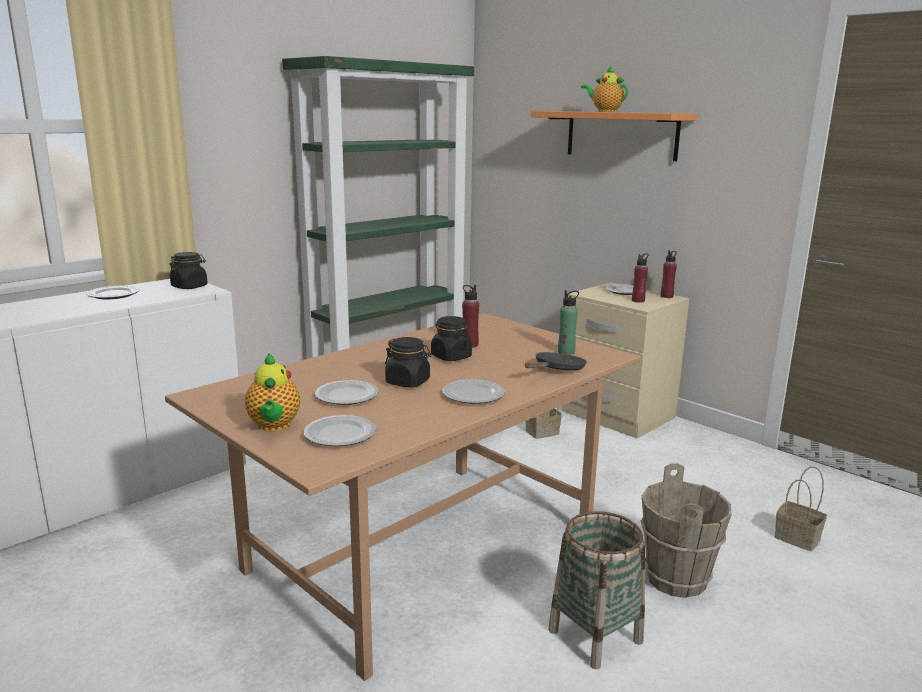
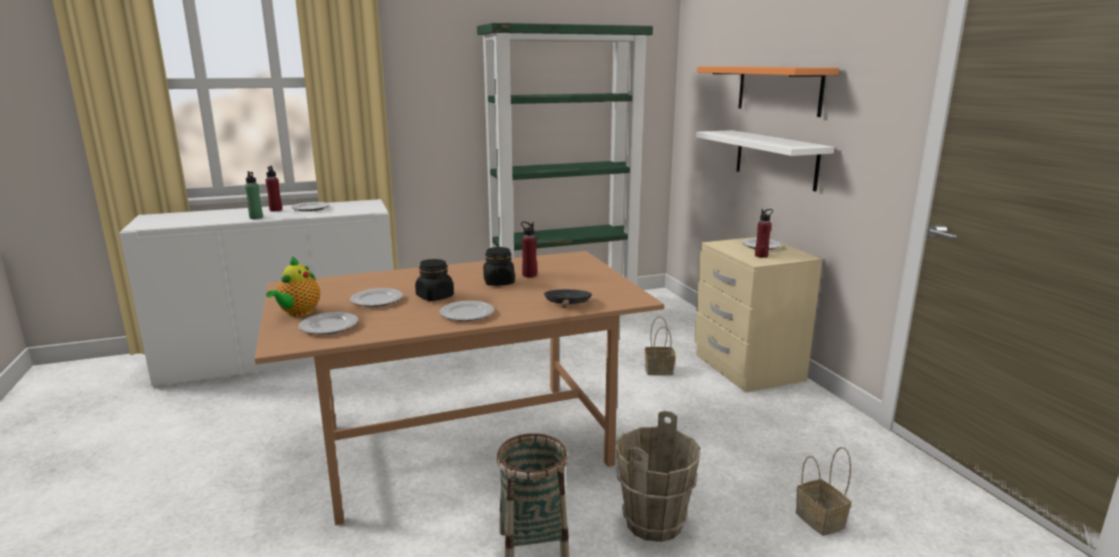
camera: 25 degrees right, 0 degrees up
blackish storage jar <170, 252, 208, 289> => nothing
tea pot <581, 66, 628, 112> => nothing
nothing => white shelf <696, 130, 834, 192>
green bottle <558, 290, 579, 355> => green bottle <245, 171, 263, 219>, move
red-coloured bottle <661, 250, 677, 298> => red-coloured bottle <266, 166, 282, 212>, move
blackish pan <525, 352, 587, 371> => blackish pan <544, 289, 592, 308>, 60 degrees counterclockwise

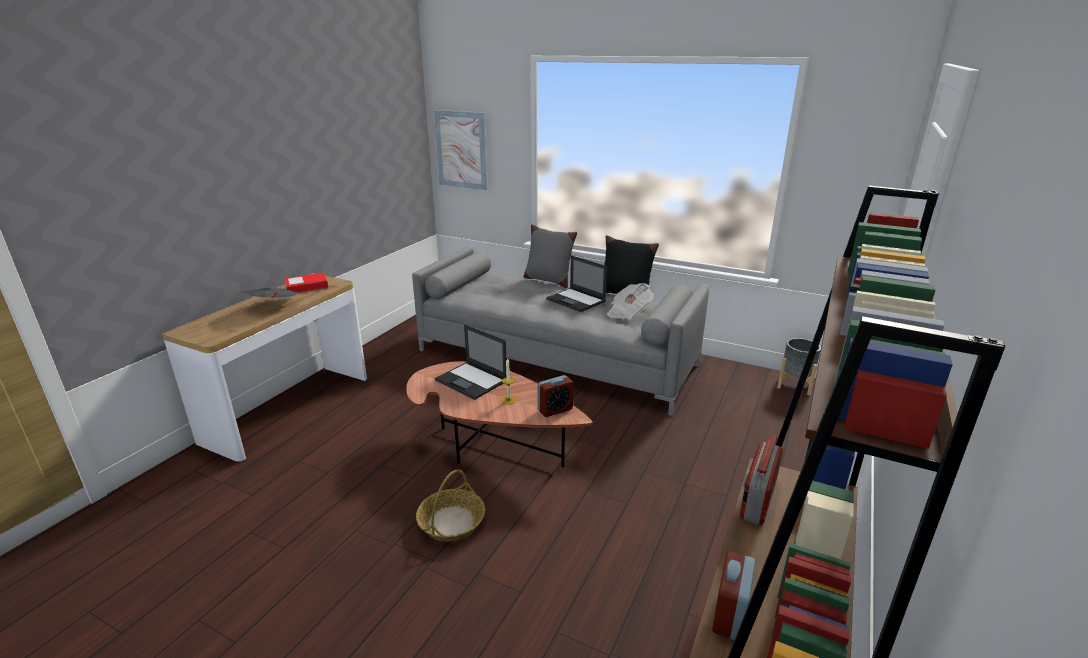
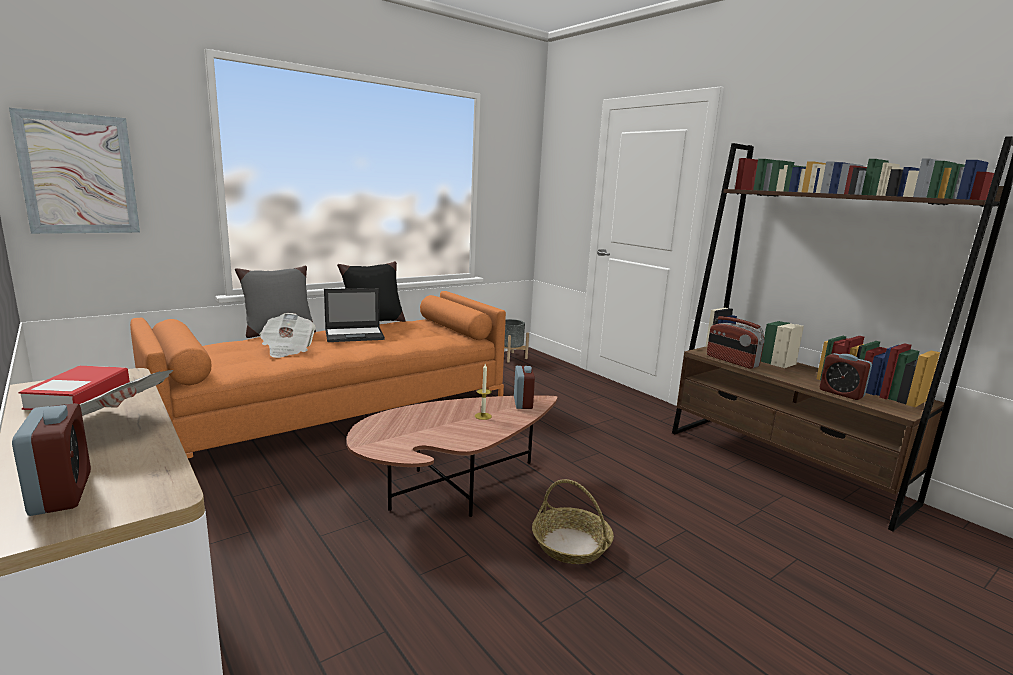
camera: 65 degrees left, 10 degrees down
laptop <435, 324, 506, 400> => nothing
nothing => alarm clock <12, 403, 91, 516>
newspaper <607, 283, 654, 320> => newspaper <259, 313, 316, 358>, move
gray couch <412, 246, 709, 416> => orange-coloured couch <130, 291, 506, 458>

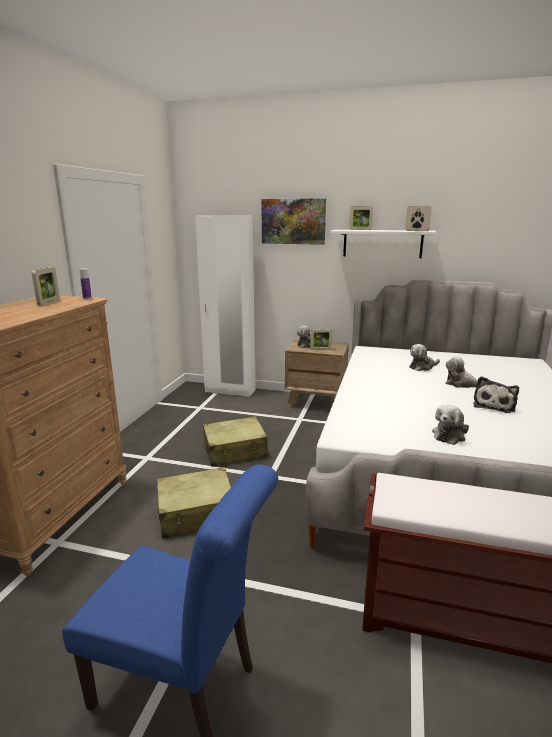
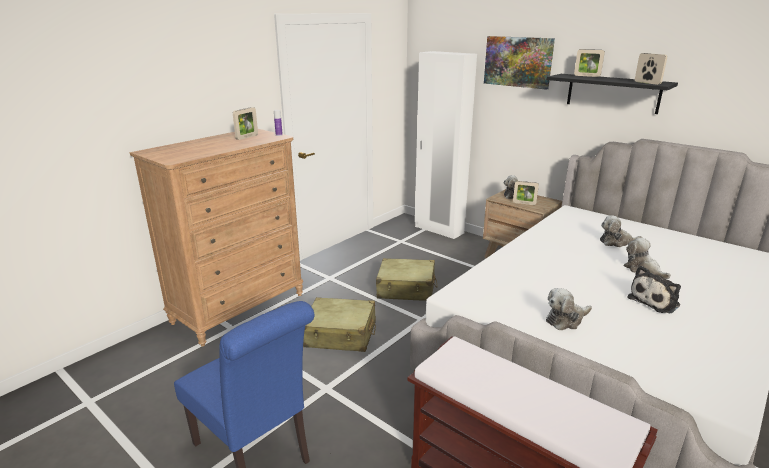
camera: 25 degrees right, 5 degrees up
white shelf <330, 230, 437, 258> => blackish shelf <546, 74, 678, 114>

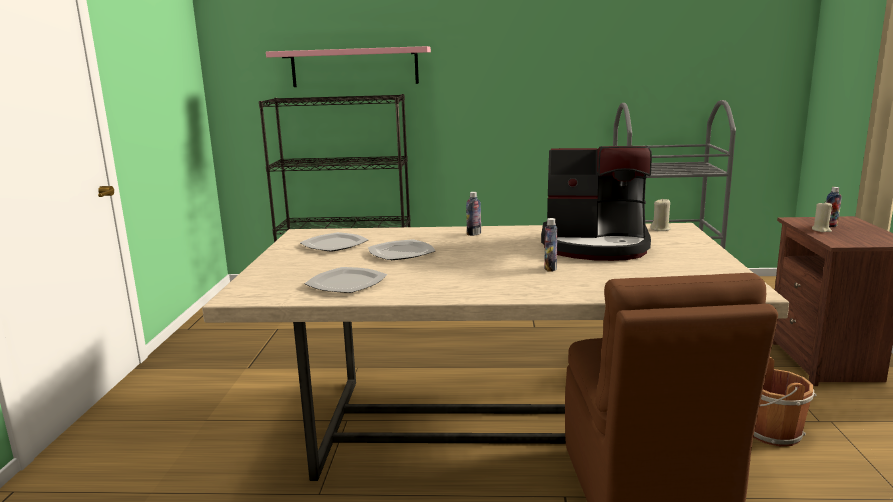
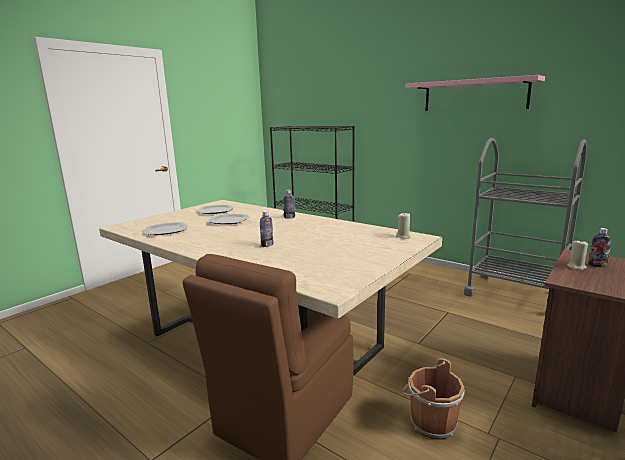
camera: 35 degrees right, 0 degrees up
coffee maker <541, 146, 652, 261> => nothing
pinkish shelf <266, 46, 431, 87> => pinkish shelf <405, 75, 545, 111>, move

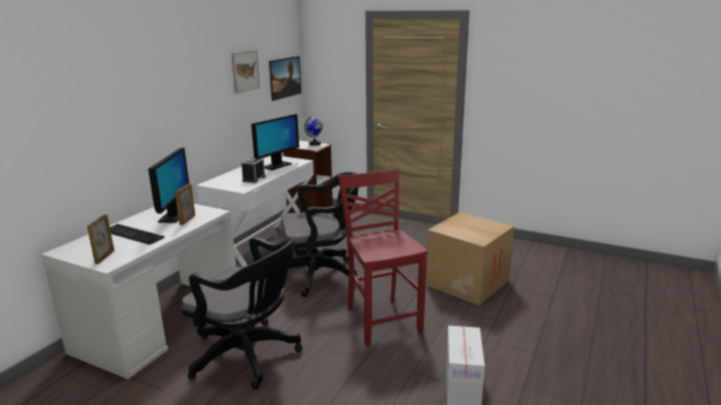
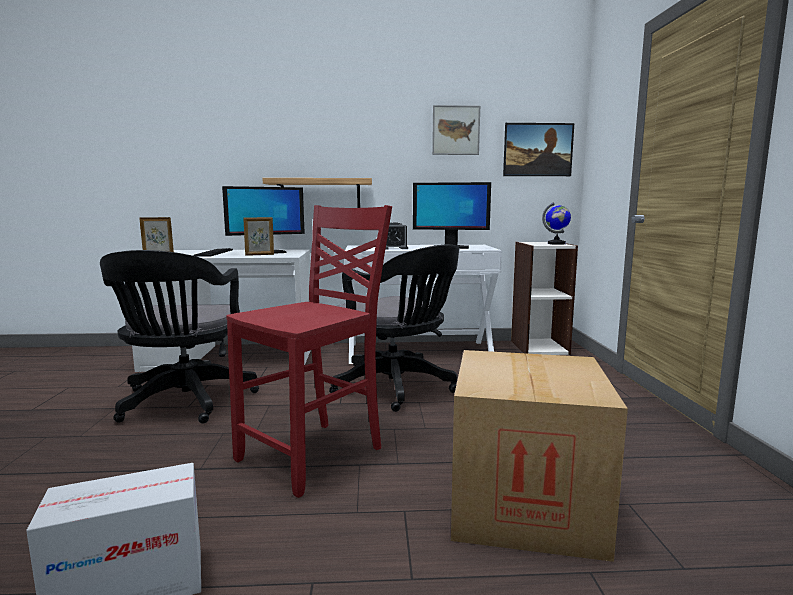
camera: 60 degrees right, 10 degrees down
nothing => shelf <263, 178, 372, 208>

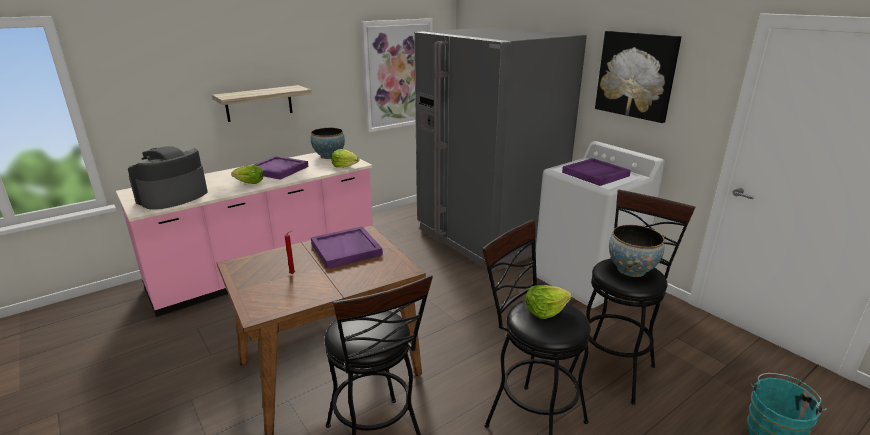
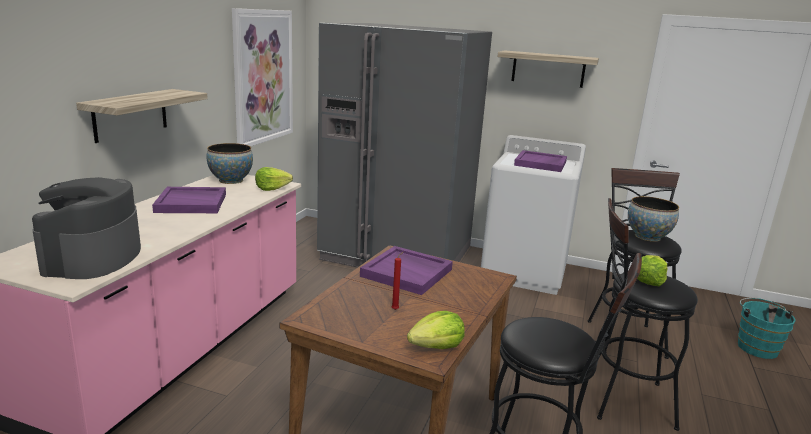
camera: 35 degrees left, 5 degrees down
lettuce head <231, 165, 264, 184> => lettuce head <407, 311, 465, 349>, move
wall art <595, 31, 681, 123> => shelf <497, 50, 599, 88>

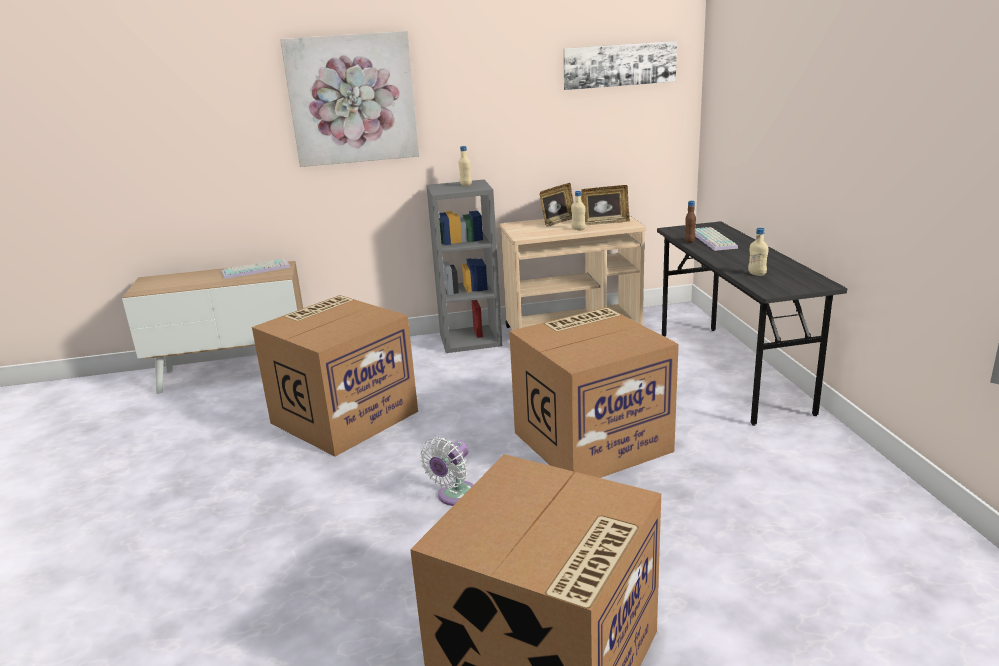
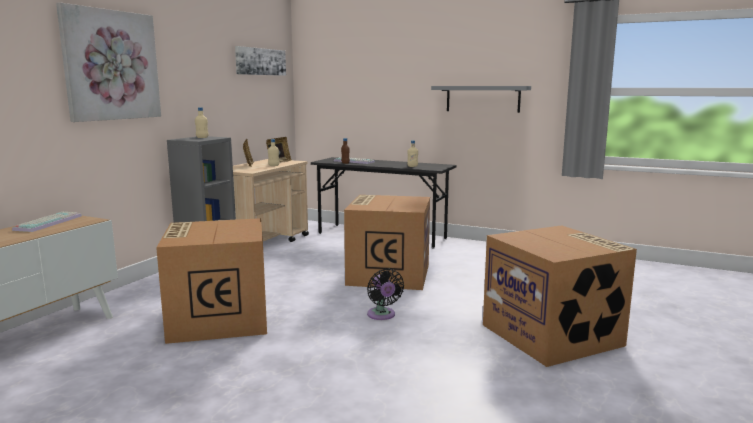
camera: 55 degrees left, 10 degrees down
nothing => gray shelf <431, 86, 531, 113>
white cooling fan <420, 437, 474, 506> => blackish cooling fan <367, 268, 404, 320>

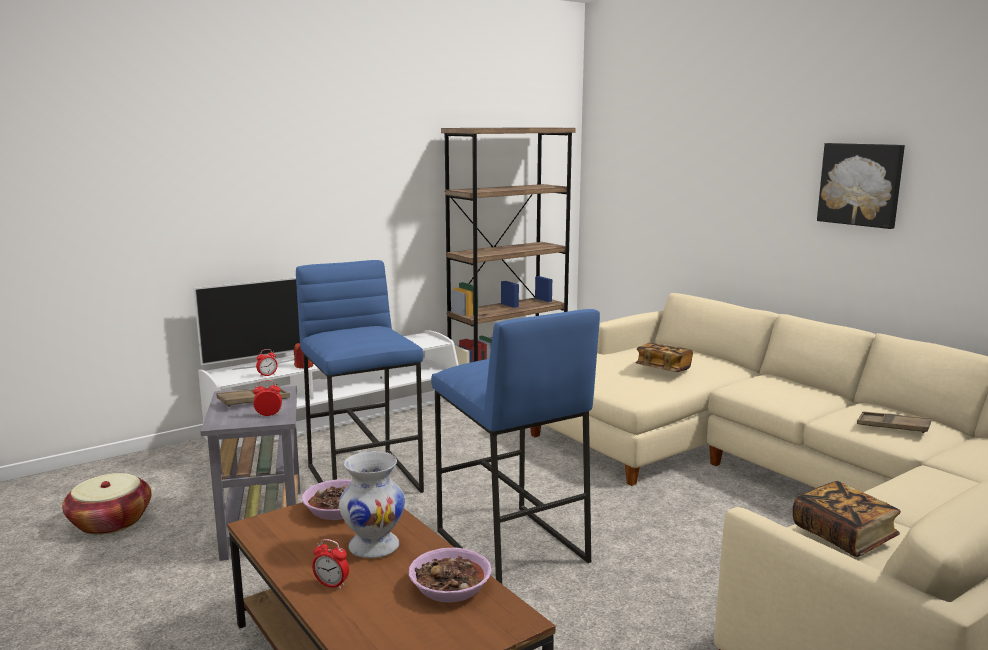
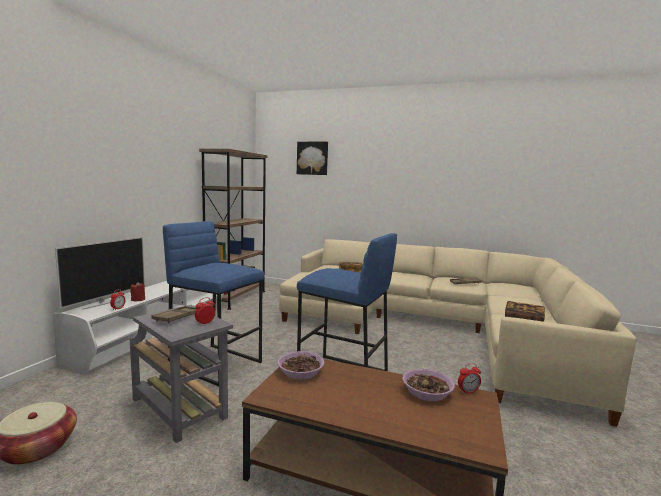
camera: 35 degrees left, 5 degrees down
white decorative vase <339, 451, 405, 558> => nothing
alarm clock <312, 539, 349, 589> => alarm clock <458, 363, 481, 394>, move
wall art <817, 143, 905, 229> => wall art <297, 142, 328, 175>, move

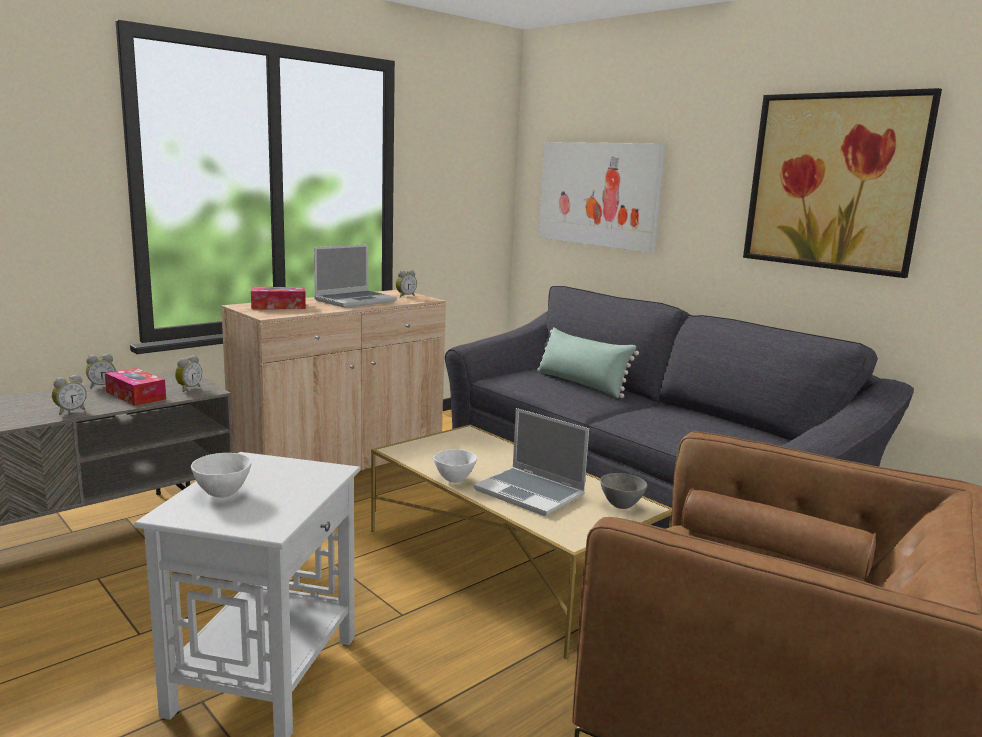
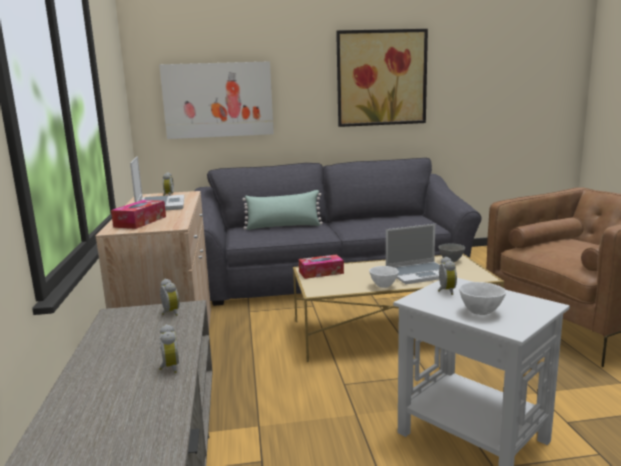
camera: 55 degrees left, 0 degrees up
alarm clock <86, 354, 116, 389> => alarm clock <438, 257, 457, 295>, move
tissue holder <105, 368, 166, 406> => tissue holder <299, 254, 344, 279>, move

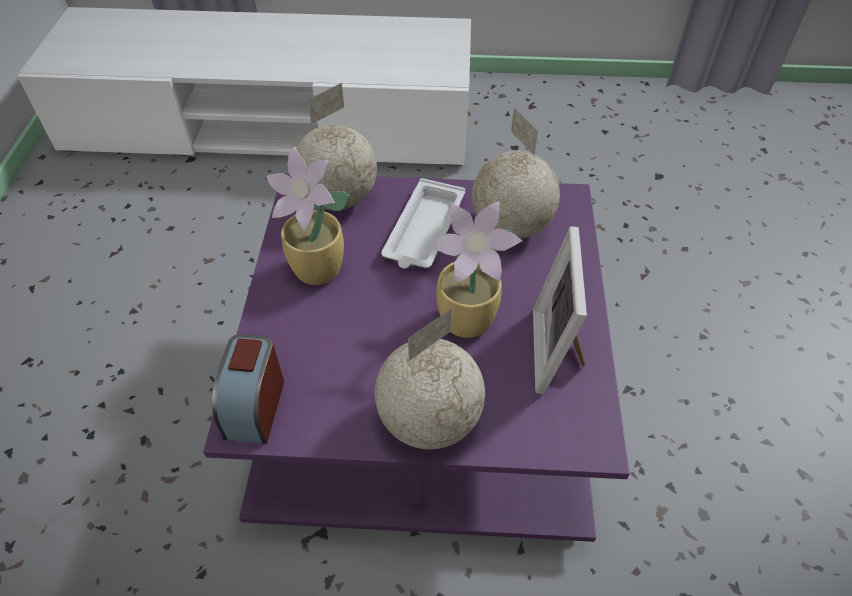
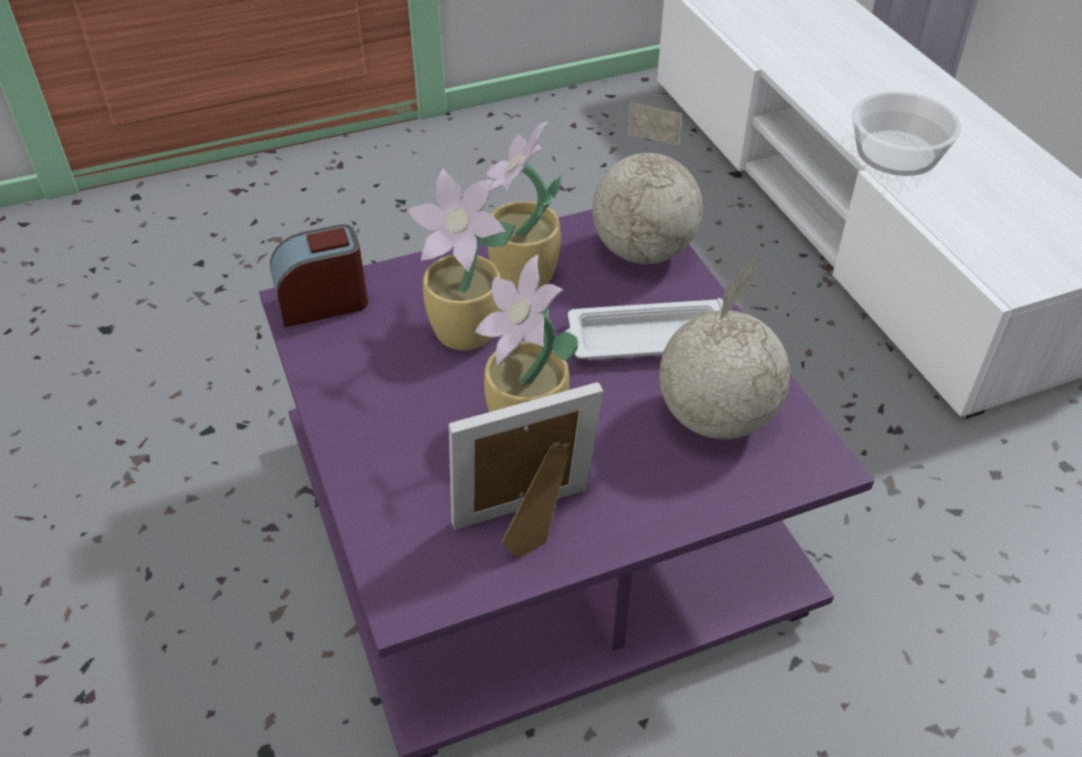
camera: 65 degrees right, 5 degrees down
globe <375, 308, 485, 450> => nothing
nothing => plant in a pot <408, 169, 516, 350>
nothing => serving bowl <852, 92, 961, 176>

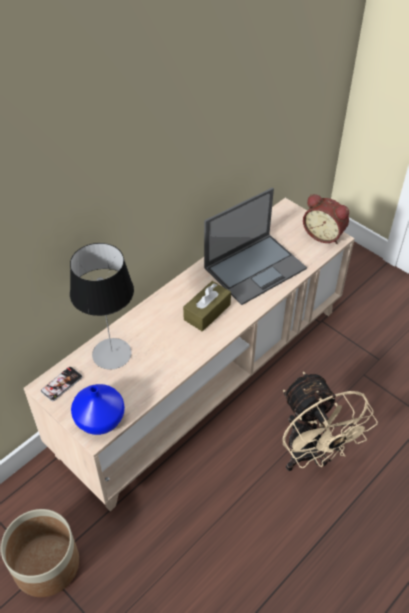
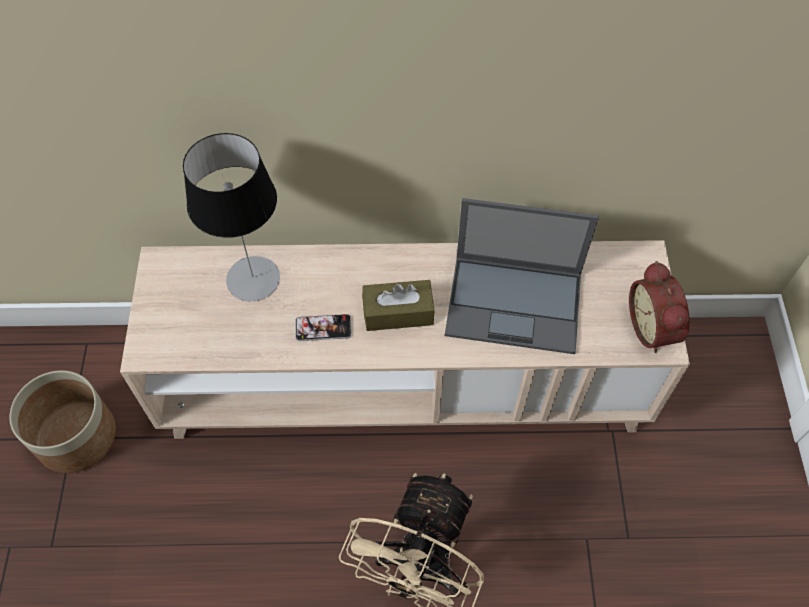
camera: 45 degrees right, 10 degrees up
blue decorative vase <71, 384, 125, 435> => nothing
handset <41, 367, 83, 401> => handset <295, 314, 352, 341>, move

